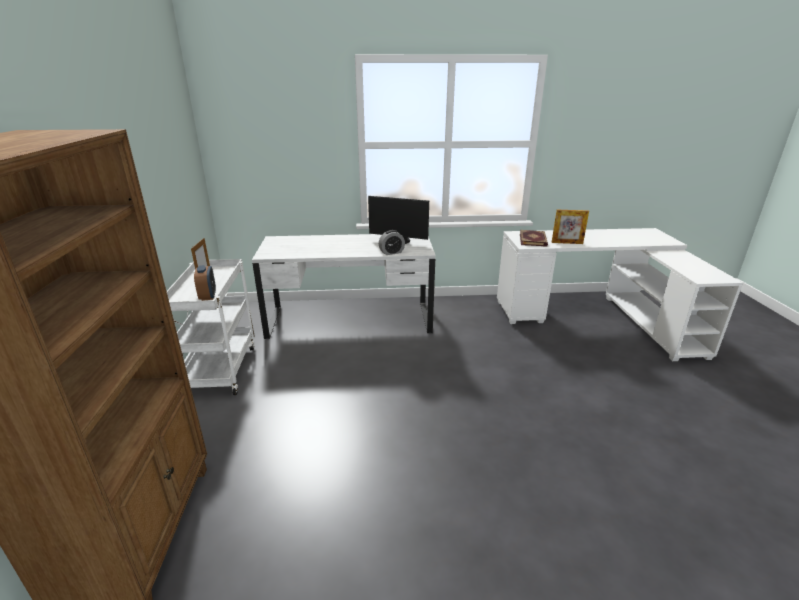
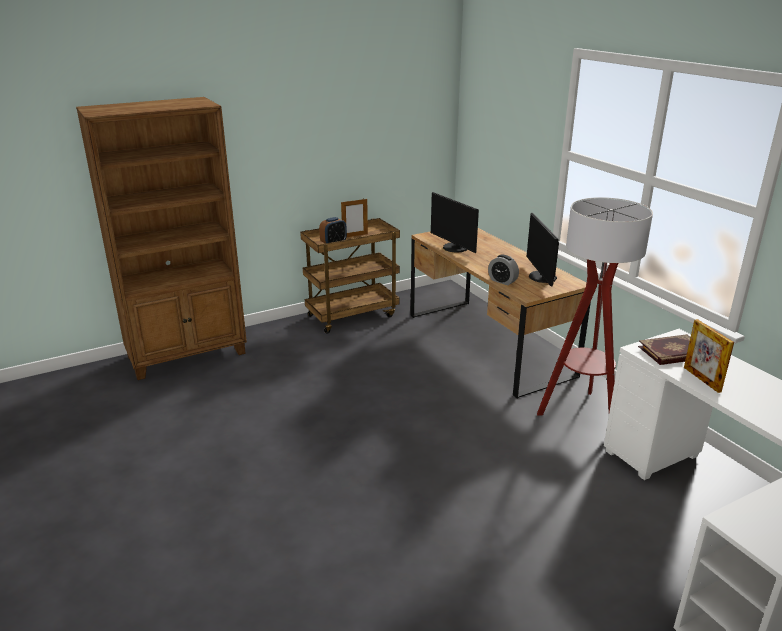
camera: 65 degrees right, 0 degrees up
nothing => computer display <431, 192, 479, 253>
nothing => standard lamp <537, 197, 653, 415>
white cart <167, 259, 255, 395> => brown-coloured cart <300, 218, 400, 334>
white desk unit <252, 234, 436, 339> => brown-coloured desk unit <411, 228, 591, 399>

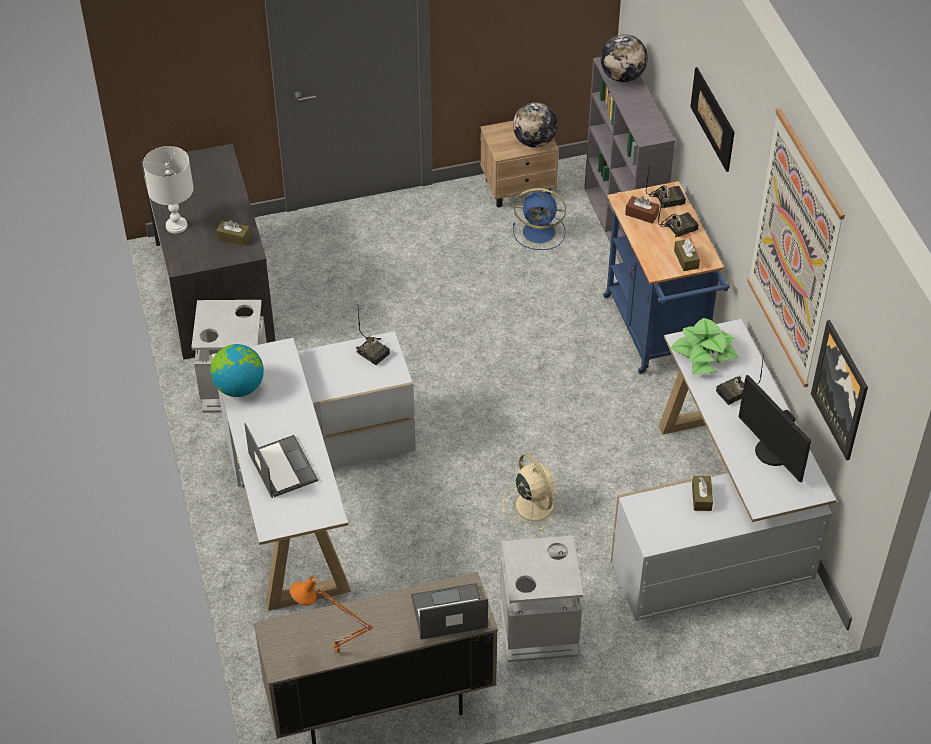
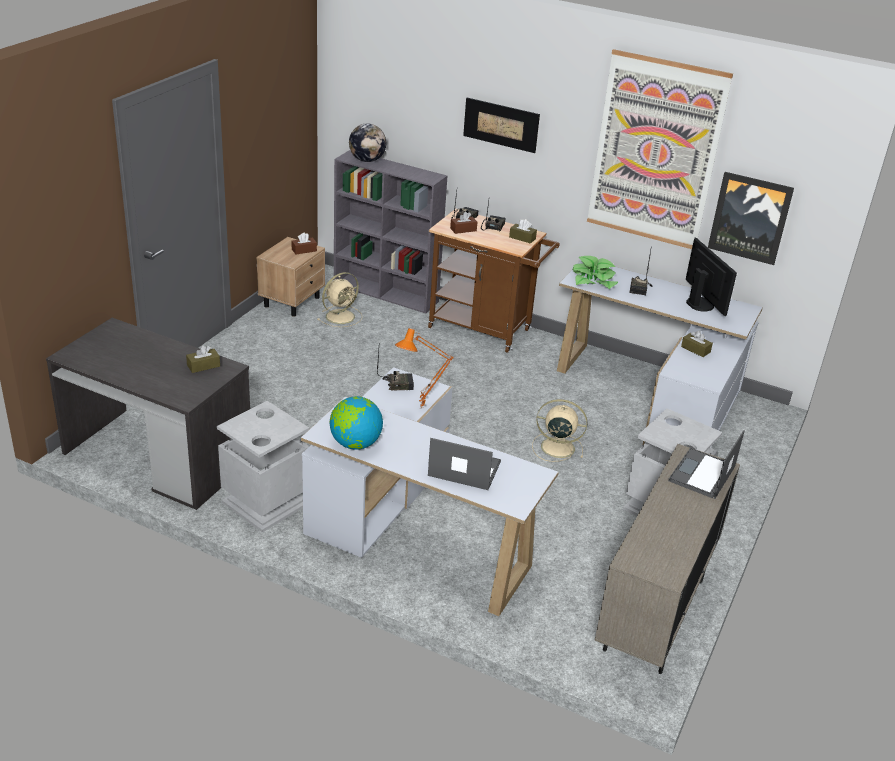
camera: 50 degrees left, 15 degrees down
white lamp for a table <143, 146, 194, 234> => nothing
orange-coloured lamp for a table <290, 576, 374, 654> => orange-coloured lamp for a table <395, 328, 454, 408>, move
globe <513, 102, 558, 148> => brown-coloured tissue holder <292, 232, 317, 254>
blue cooling fan <513, 188, 566, 250> => beige-coloured cooling fan <317, 272, 363, 327>
blue cart <603, 181, 730, 374> => brown-coloured cart <428, 209, 560, 353>
computer display <739, 375, 811, 482> => computer display <686, 237, 737, 316>, 120 degrees counterclockwise

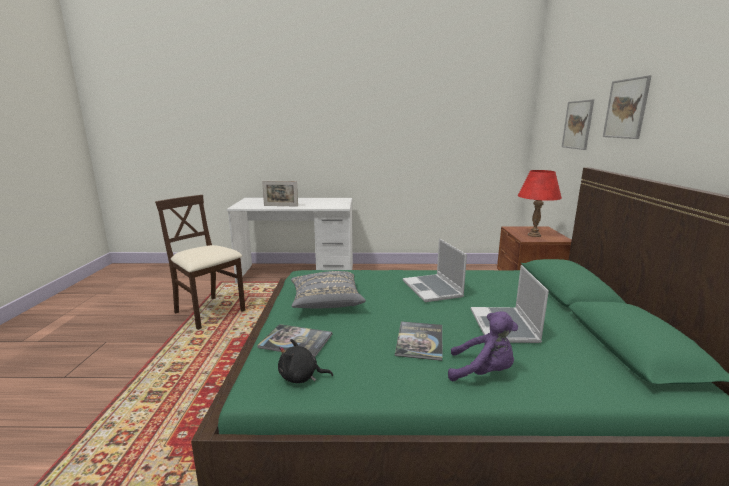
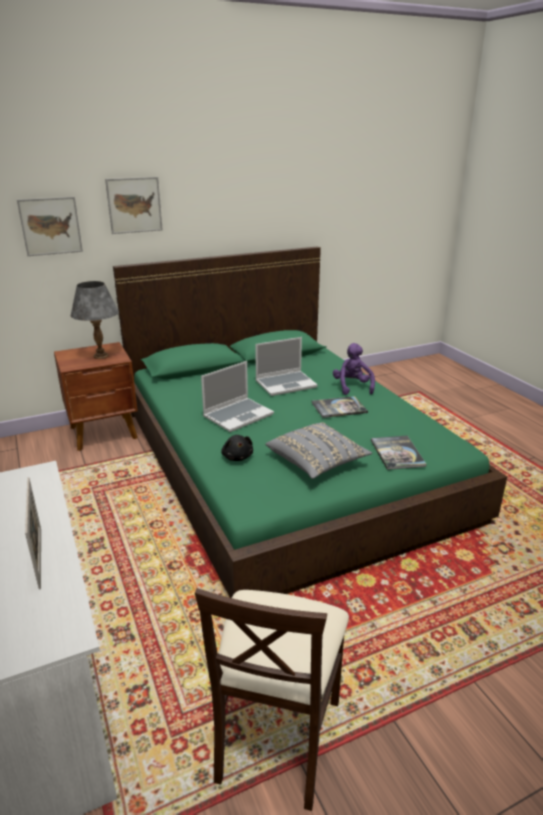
camera: 115 degrees left, 10 degrees up
blackish cuddly toy <278, 339, 333, 383> => blackish cuddly toy <221, 435, 253, 461>, move
red-coloured lamp for a table <518, 170, 562, 237> => gray lamp for a table <71, 281, 119, 359>

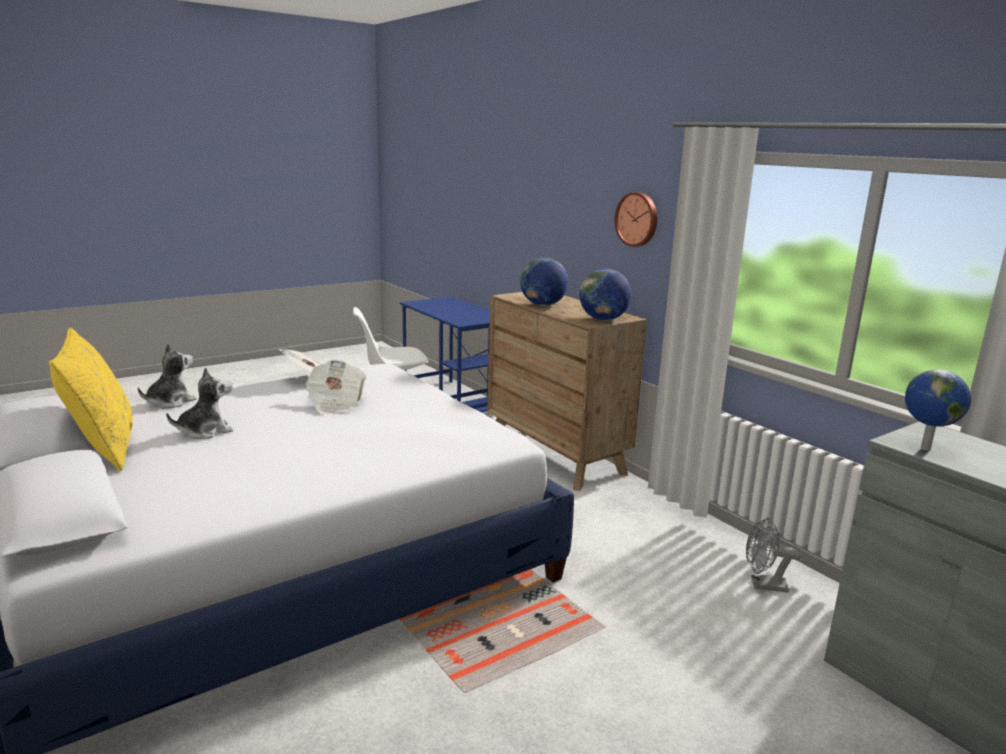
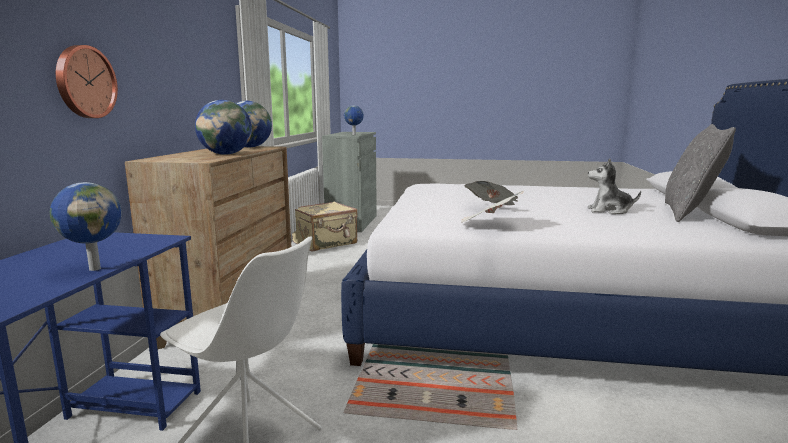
camera: 135 degrees left, 5 degrees down
cuddly toy <138, 343, 197, 409> => nothing
nothing => globe <50, 182, 122, 271>
hanging clock <614, 192, 657, 247> => hanging clock <56, 45, 118, 118>, move
gray cooling fan <746, 518, 801, 592> => beige-coloured piece of luggage <292, 201, 357, 252>
yellow-coloured throw pillow <49, 328, 133, 471> => gray throw pillow <665, 124, 736, 222>

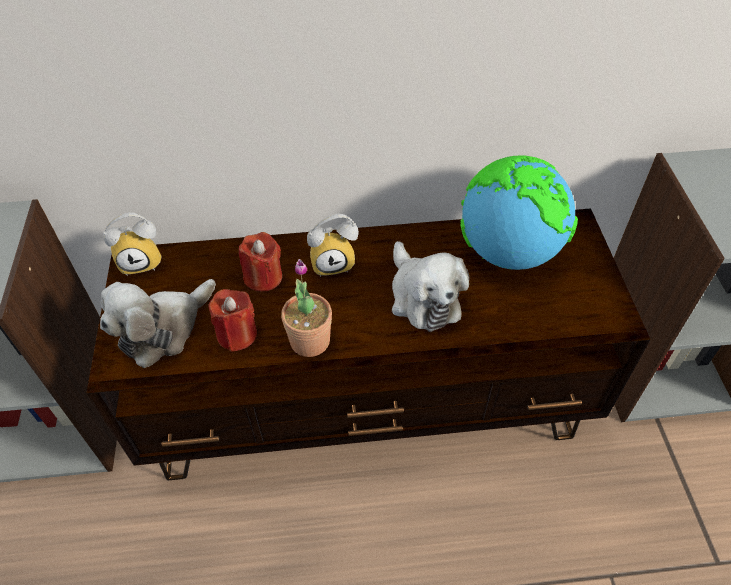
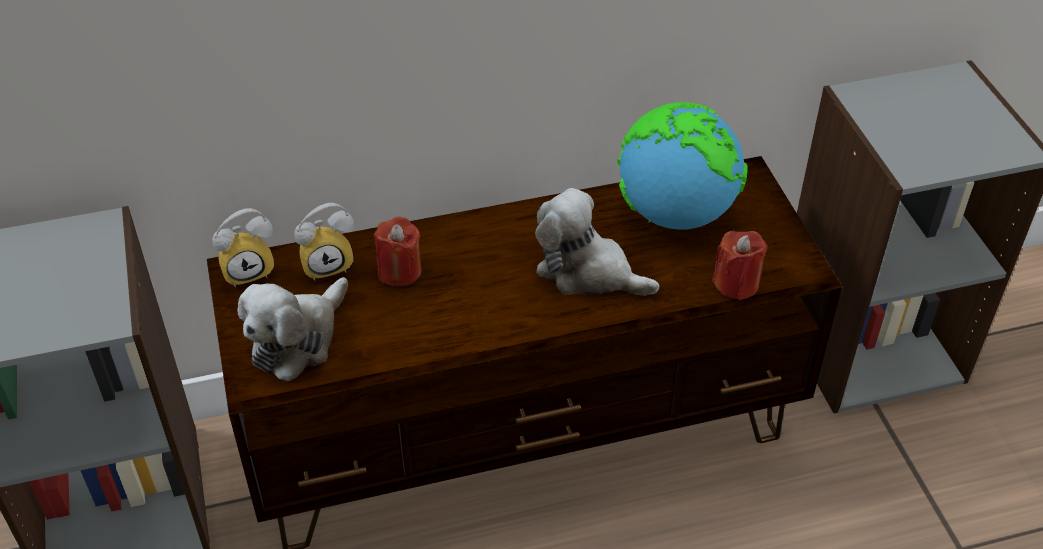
camera: 10 degrees left, 5 degrees down
plant in a pot <281, 259, 332, 357> => nothing
red-coloured wax light <208, 289, 257, 352> => red-coloured wax light <712, 231, 767, 300>, move
alarm clock <307, 214, 359, 277> => alarm clock <294, 203, 354, 281>, move
cuddly toy <392, 241, 469, 332> => cuddly toy <535, 188, 659, 296>, 150 degrees clockwise

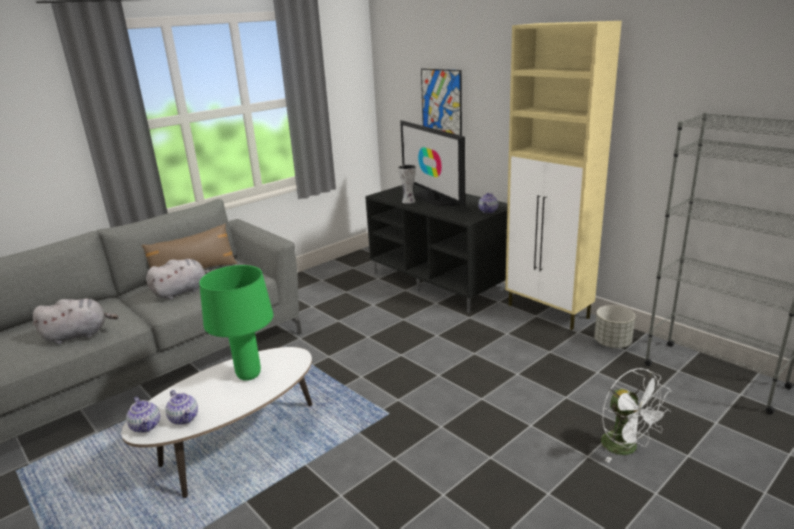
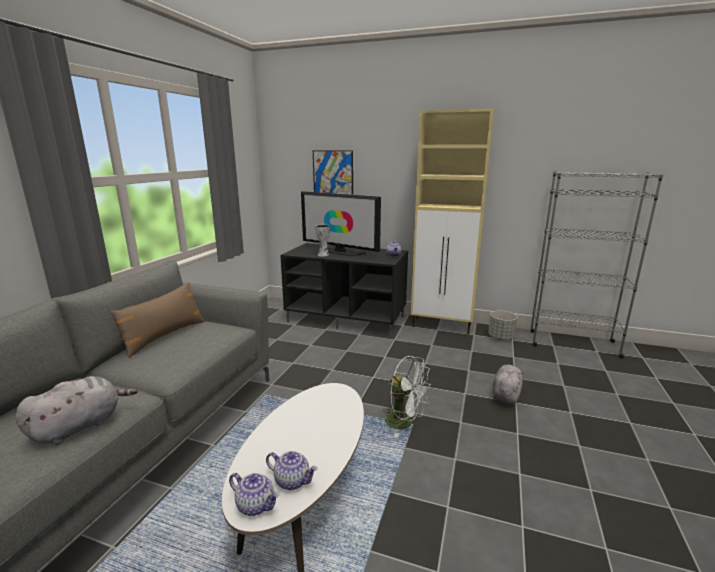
camera: 30 degrees left, 5 degrees down
green lamp for a table <199, 265, 273, 381> => nothing
gray cuddly toy <146, 259, 214, 300> => gray cuddly toy <493, 365, 523, 405>, move
white cooling fan <601, 368, 671, 463> => white cooling fan <383, 356, 430, 438>, move

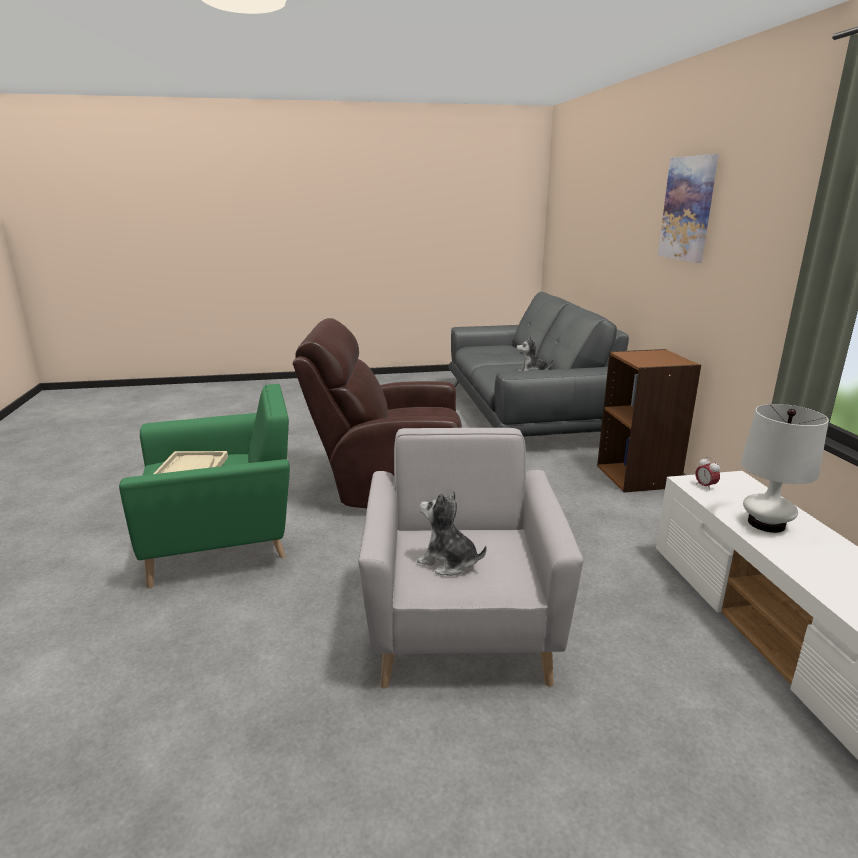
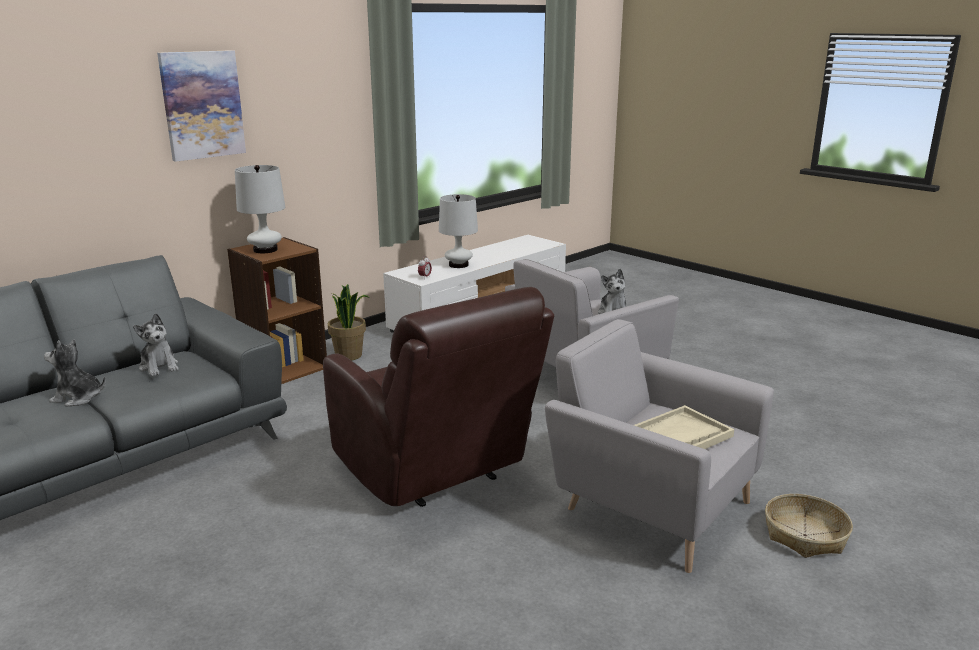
camera: 125 degrees left, 0 degrees up
nothing => cuddly toy <44, 339, 106, 407>
nothing => white lamp for a table <235, 165, 285, 253>
nothing => plant in a pot <328, 284, 369, 361>
nothing => household basket <765, 494, 853, 558>
green lounge chair <119, 384, 290, 588> => gray lounge chair <545, 319, 774, 573>

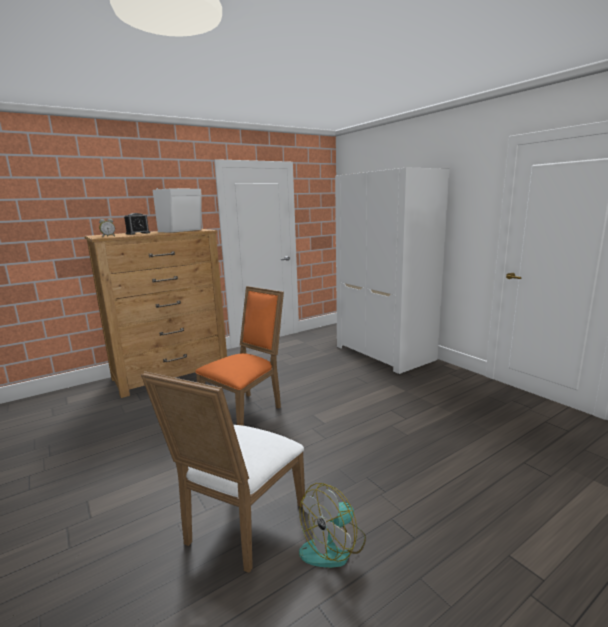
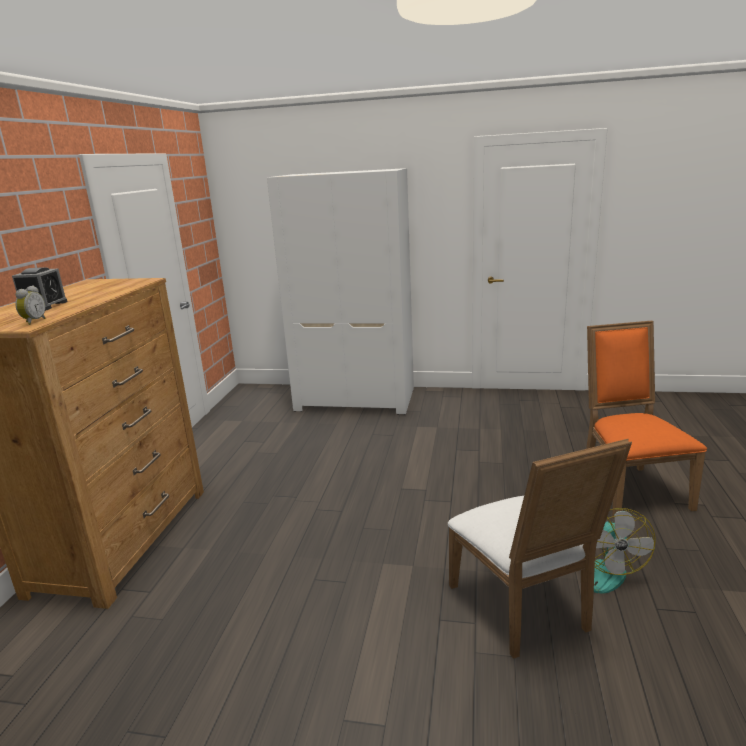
camera: 45 degrees left, 5 degrees up
white speaker <153, 188, 202, 233> => nothing
orange-coloured chair <195, 286, 284, 426> => orange-coloured chair <586, 321, 707, 519>, move

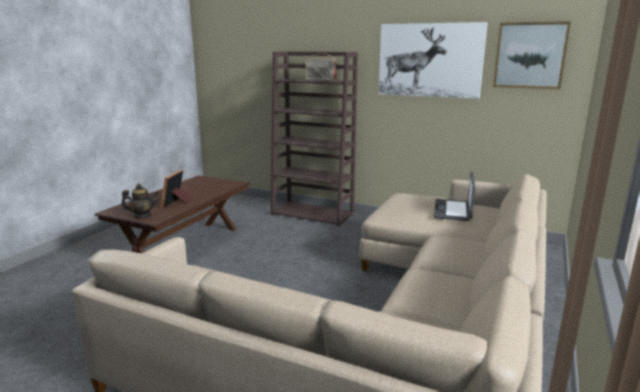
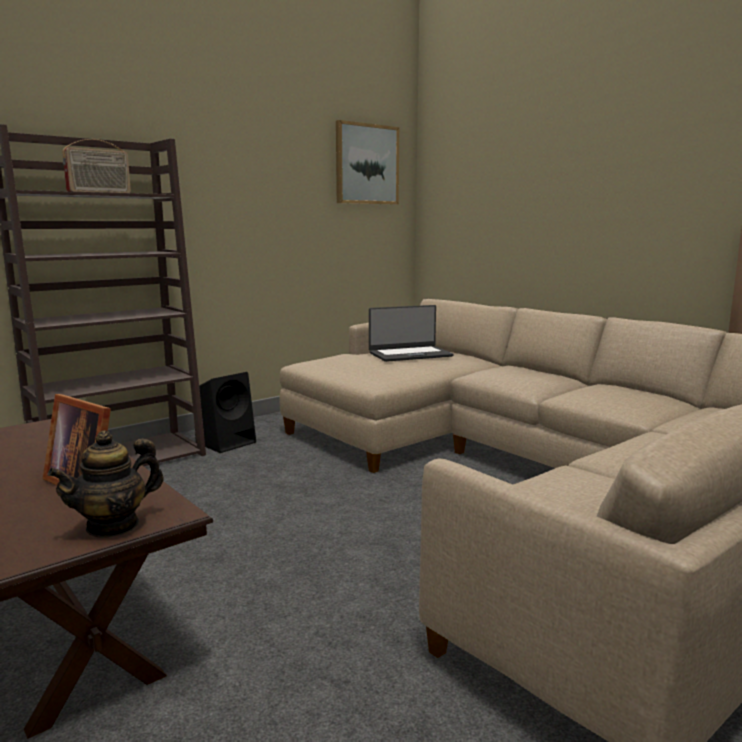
camera: 65 degrees left, 5 degrees down
wall art <379, 22, 488, 99> => nothing
nothing => blackish speaker <195, 372, 256, 453>
tea pot <121, 184, 159, 218> => tea pot <47, 430, 164, 538>, 150 degrees counterclockwise
laptop <434, 171, 475, 221> => laptop <369, 305, 454, 362>, 60 degrees counterclockwise

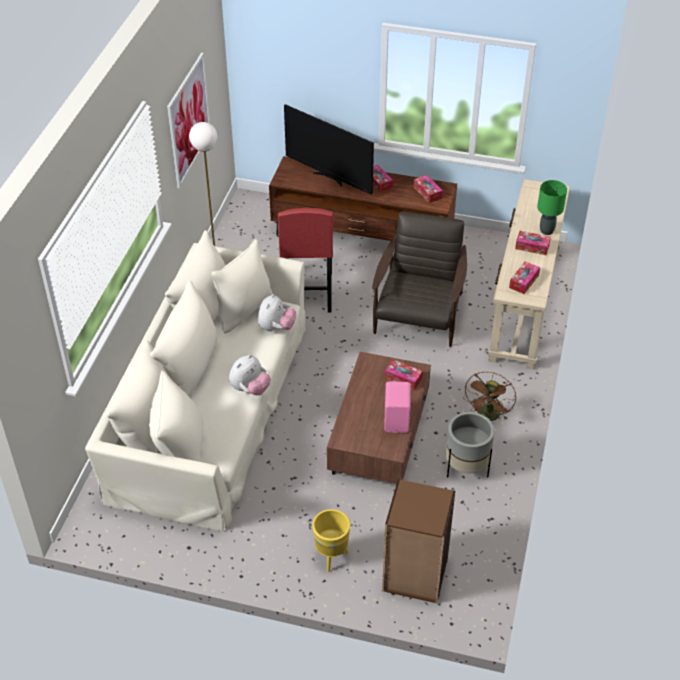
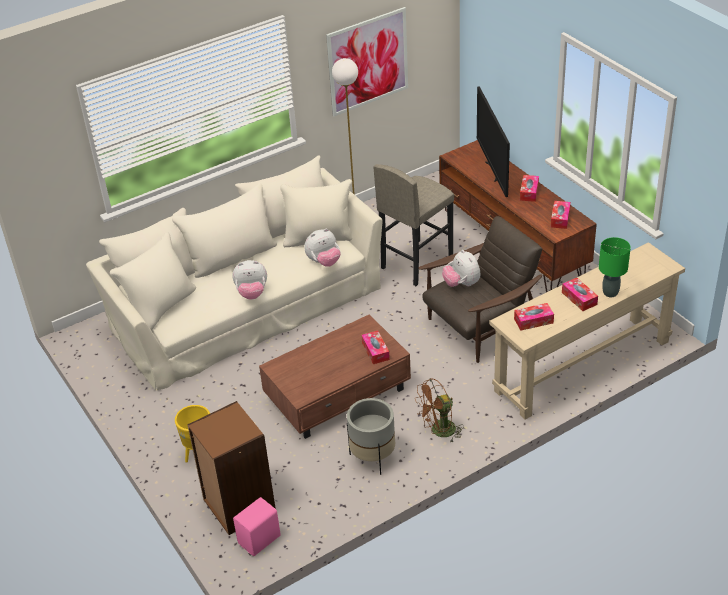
camera: 45 degrees right, 5 degrees down
nothing => cuddly toy <442, 250, 481, 287>
pinkish speaker <384, 381, 411, 433> => pinkish speaker <233, 497, 281, 556>, move
red-coloured stool <278, 208, 333, 313> => gray stool <373, 164, 454, 286>

